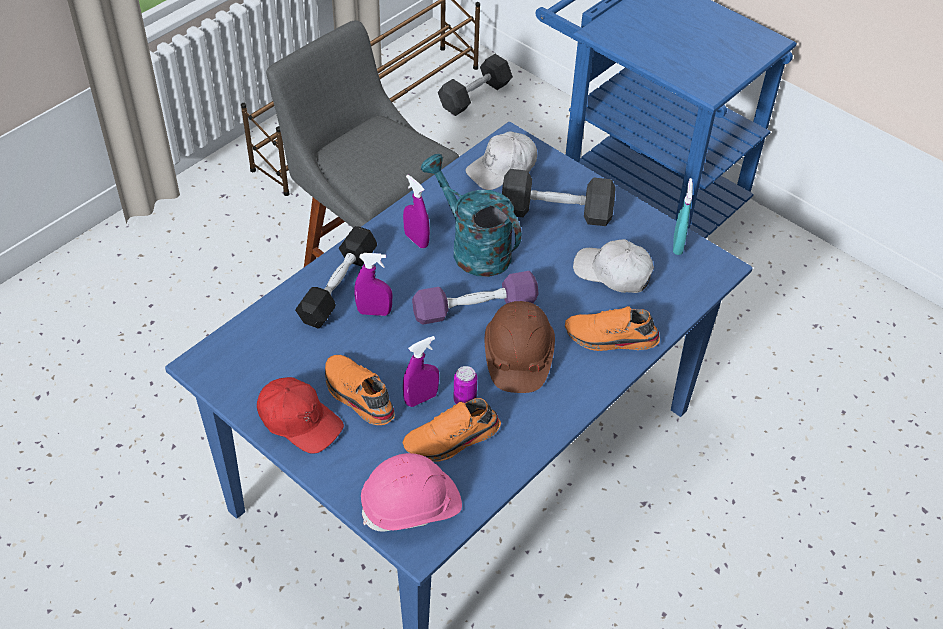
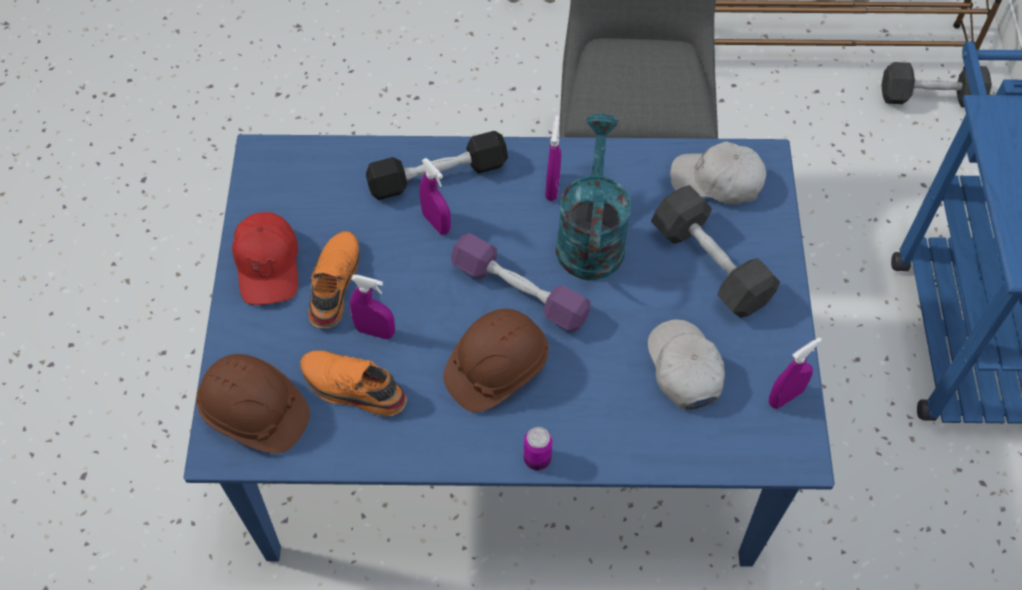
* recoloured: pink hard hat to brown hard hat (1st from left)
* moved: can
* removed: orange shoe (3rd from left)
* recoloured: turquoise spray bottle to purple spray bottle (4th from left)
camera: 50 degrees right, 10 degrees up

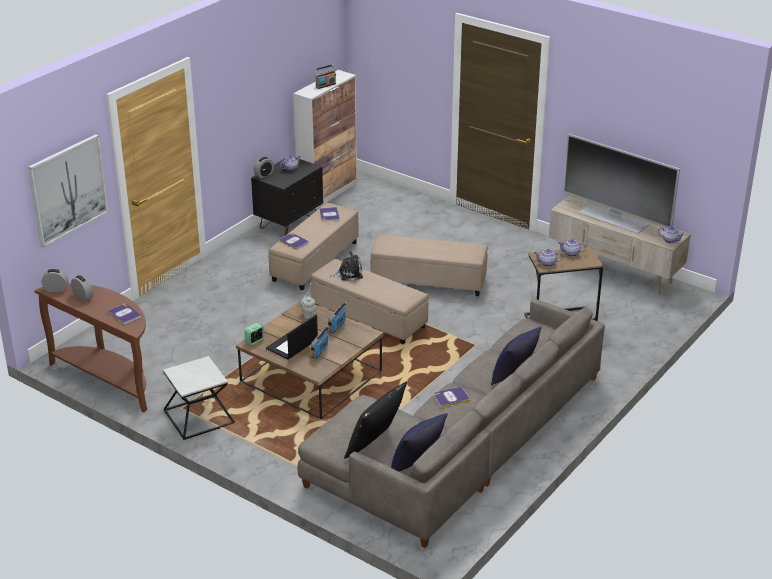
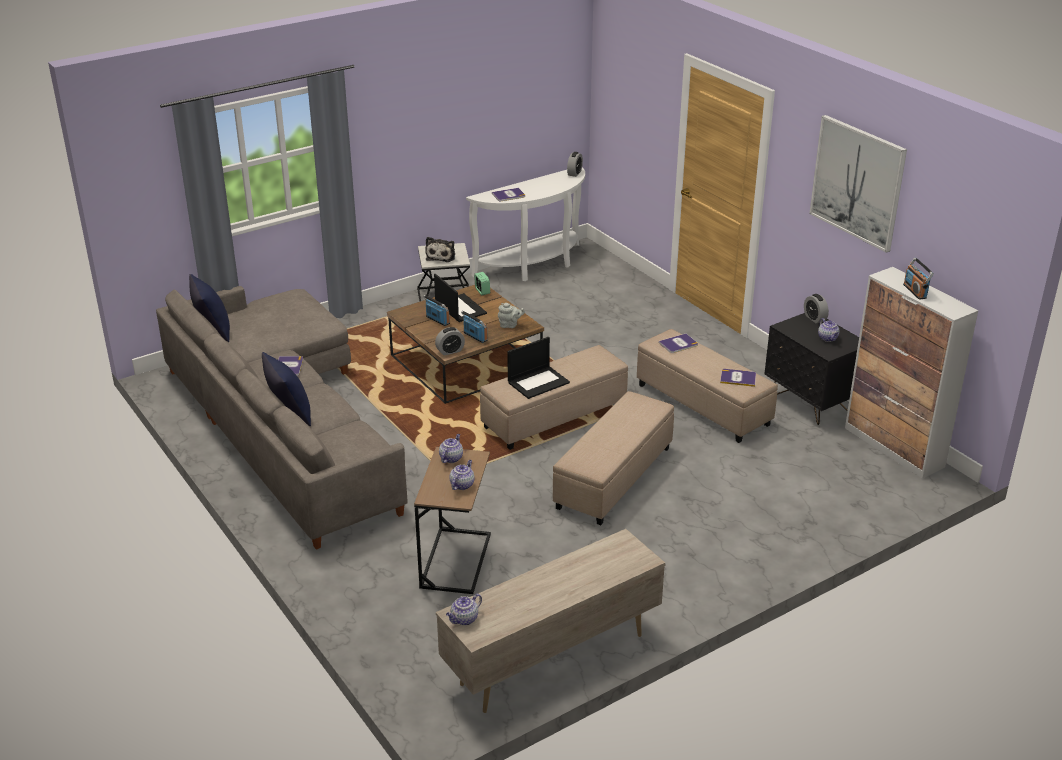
* moved: picture
* recoloured: brown console table to white console table
* moved: alarm clock (2nd from left in the first image) to alarm clock (1st from left)
* moved: plush toy
* removed: black pillow
* removed: television
* added: laptop (2nd from left)
camera: 110 degrees right, 0 degrees up

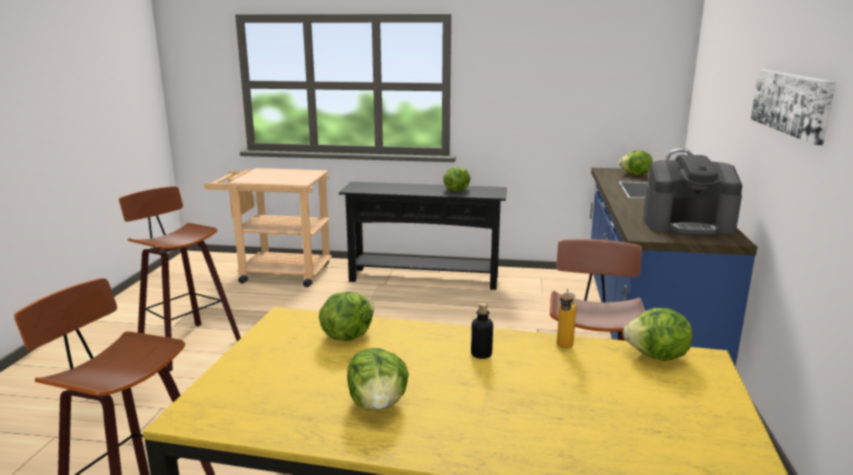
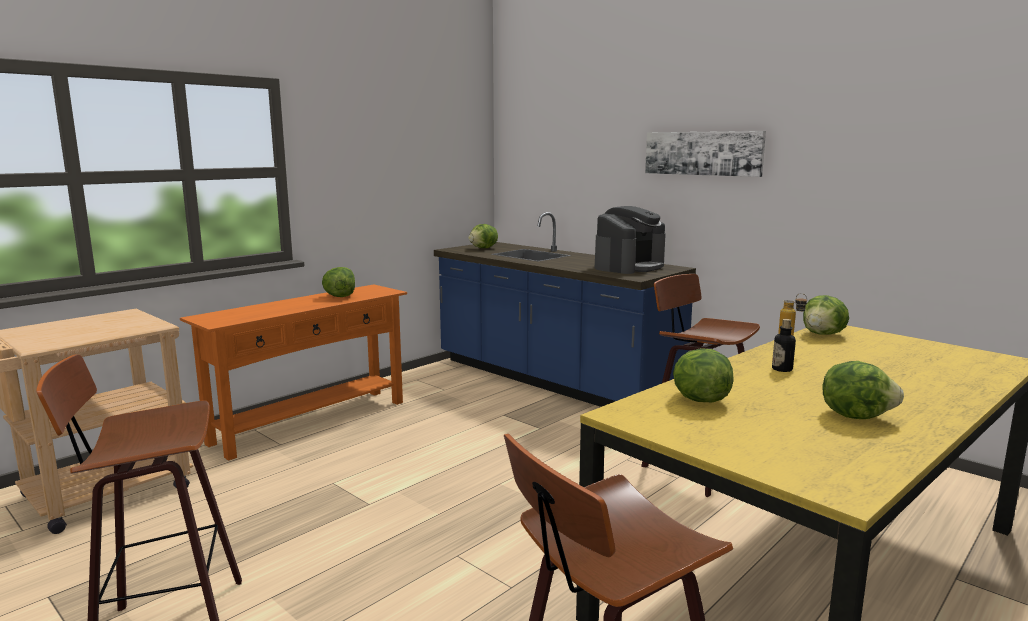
* recoloured: black console table to orange console table
camera: 55 degrees left, 5 degrees down

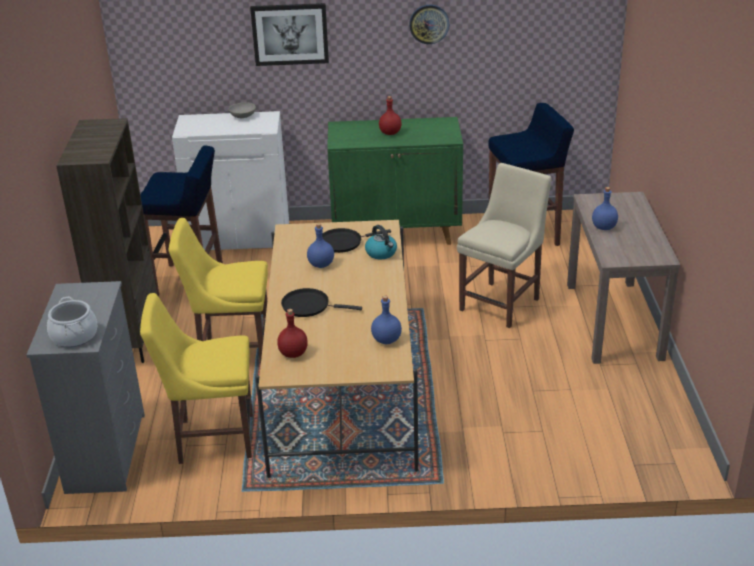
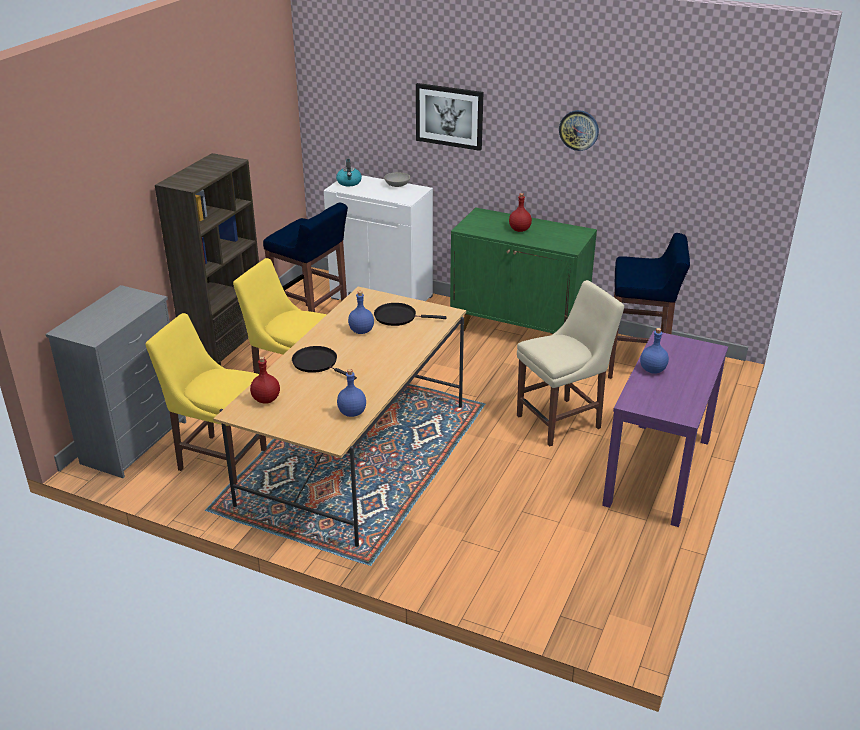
* removed: cooking pot
* moved: kettle
* recoloured: brown console table to purple console table
camera: 25 degrees right, 0 degrees up

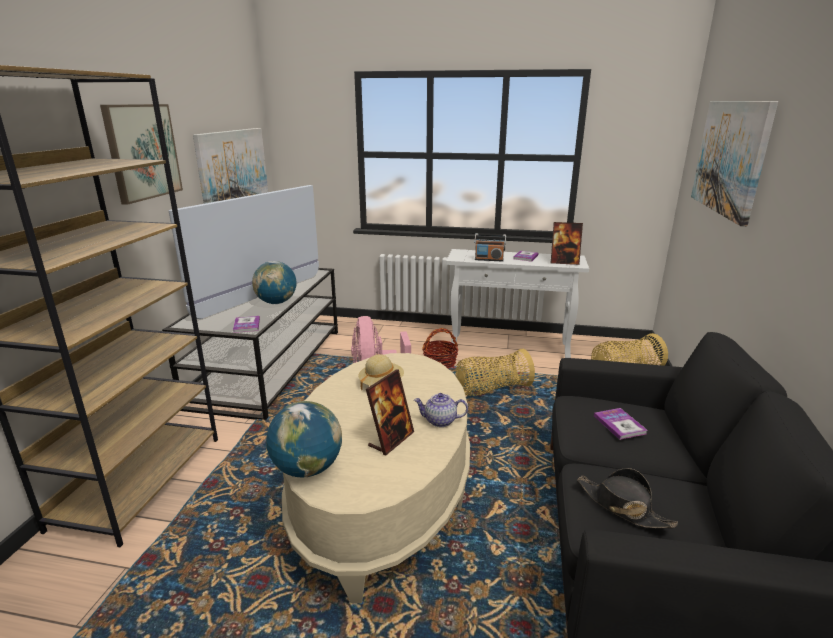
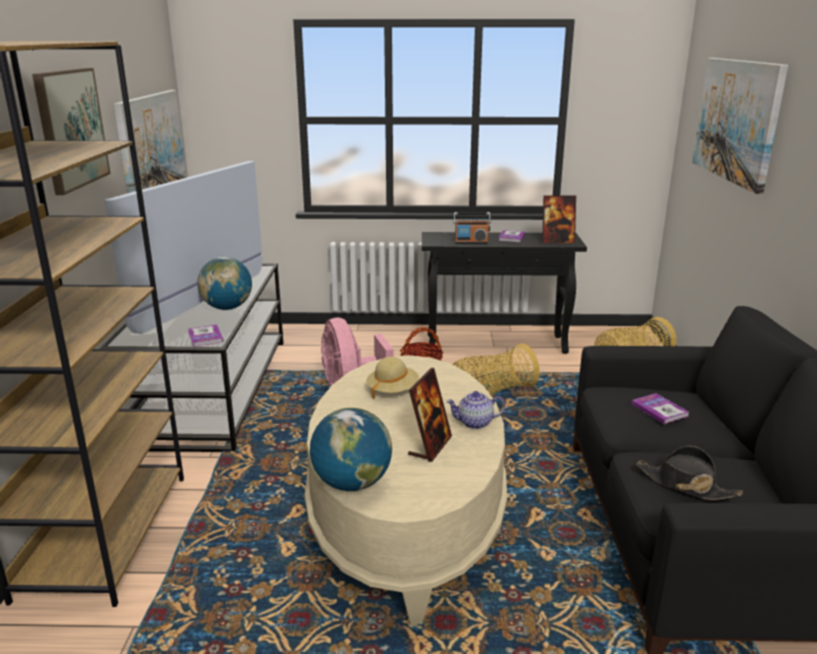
* recoloured: white console table to black console table
camera: 10 degrees left, 0 degrees up

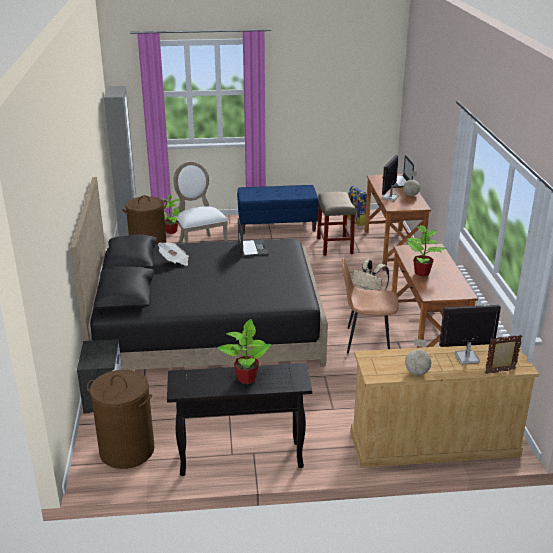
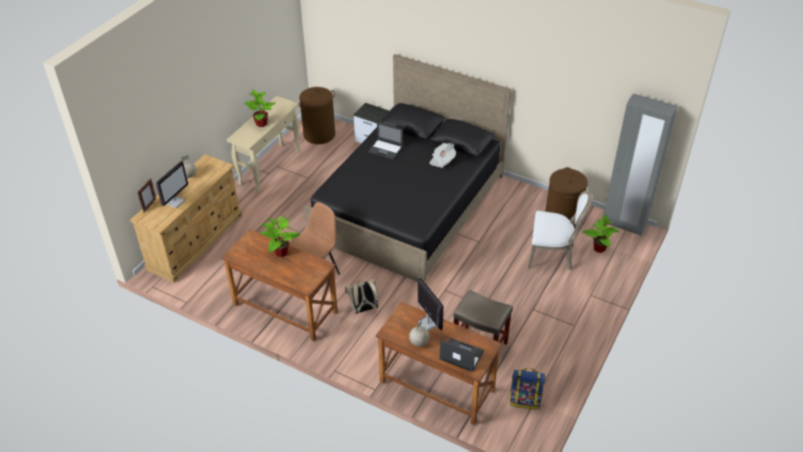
* recoloured: black console table to beige console table
* removed: blue bench
* moved: laptop (1st from left)
camera: 125 degrees right, 15 degrees up

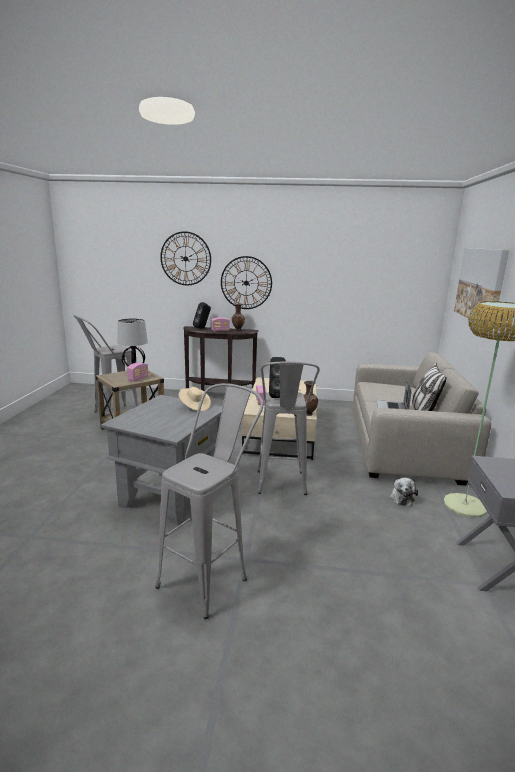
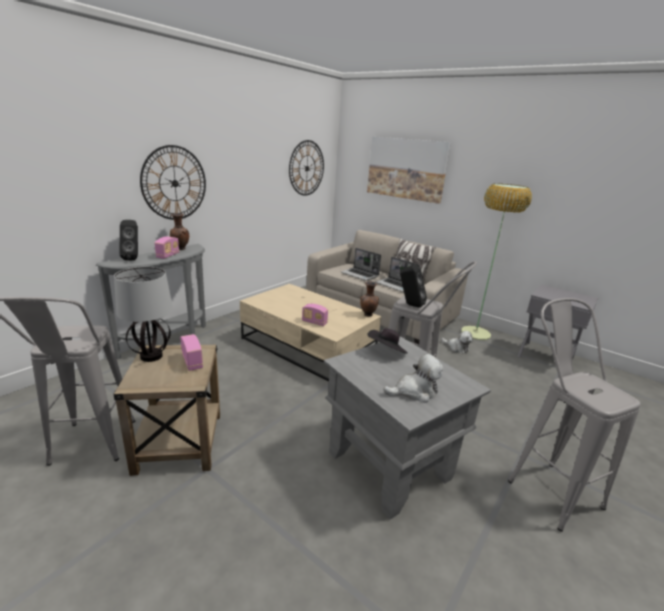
* moved: wall clock (1st from left in the first image) to wall clock (2nd from left)
* recoloured: beige hat to black hat
* recoloured: brown console table to grey console table
* added: laptop (1st from left)
* added: plush toy (1st from left)
camera: 60 degrees left, 5 degrees up

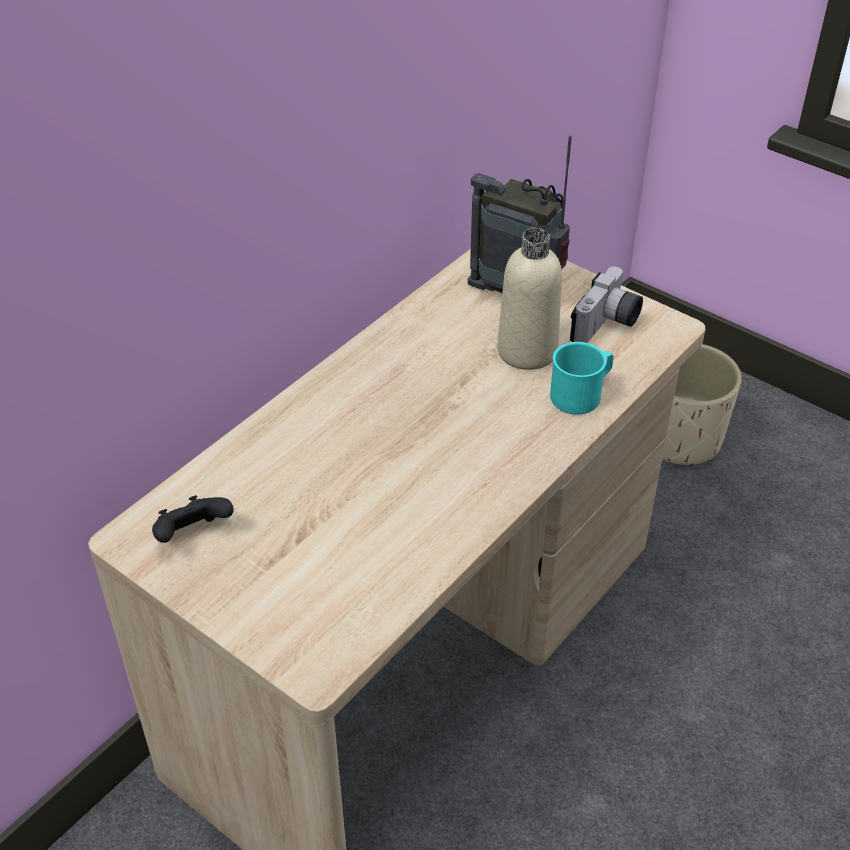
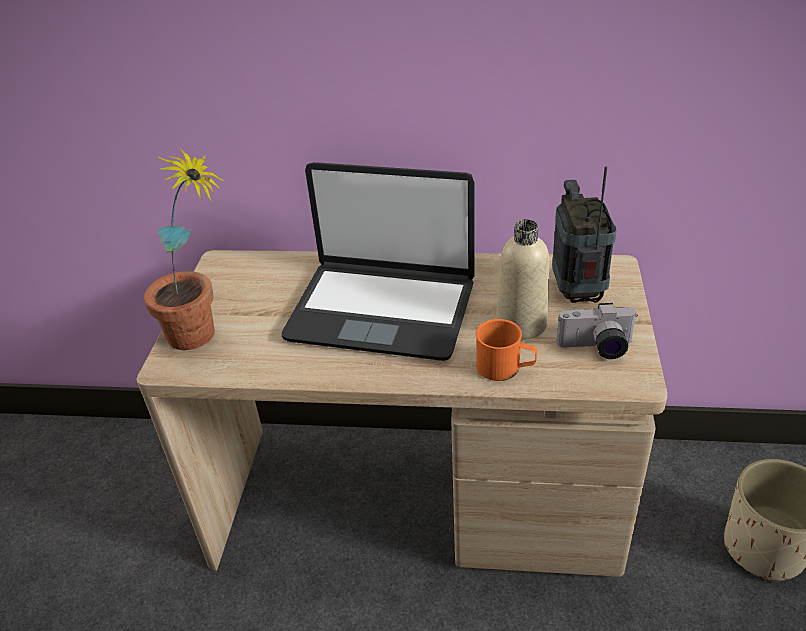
* removed: black game controller
* recoloured: turquoise mug to orange mug
* added: potted plant
* added: laptop
camera: 60 degrees right, 5 degrees down

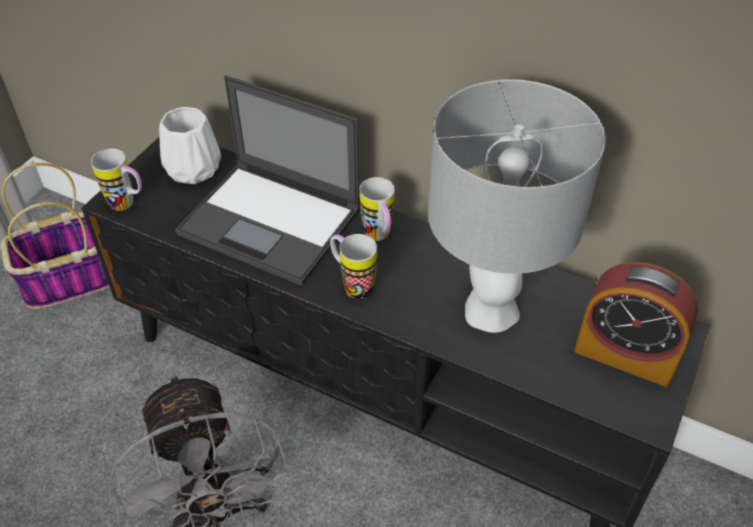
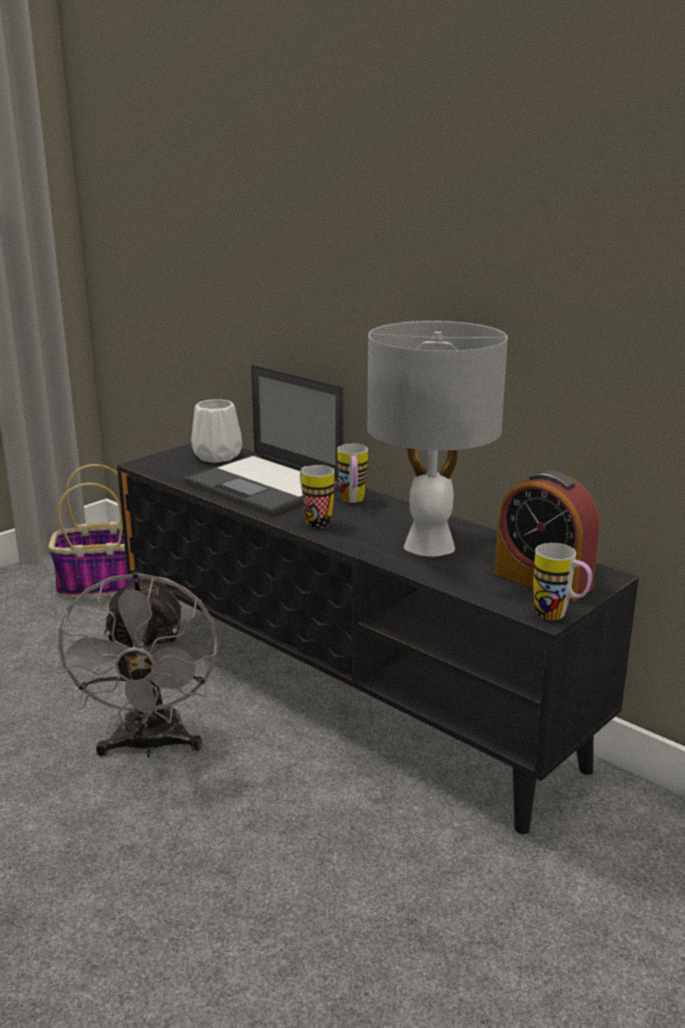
* moved: mug (1st from left in the first image) to mug (3rd from left)
camera: 15 degrees right, 25 degrees down

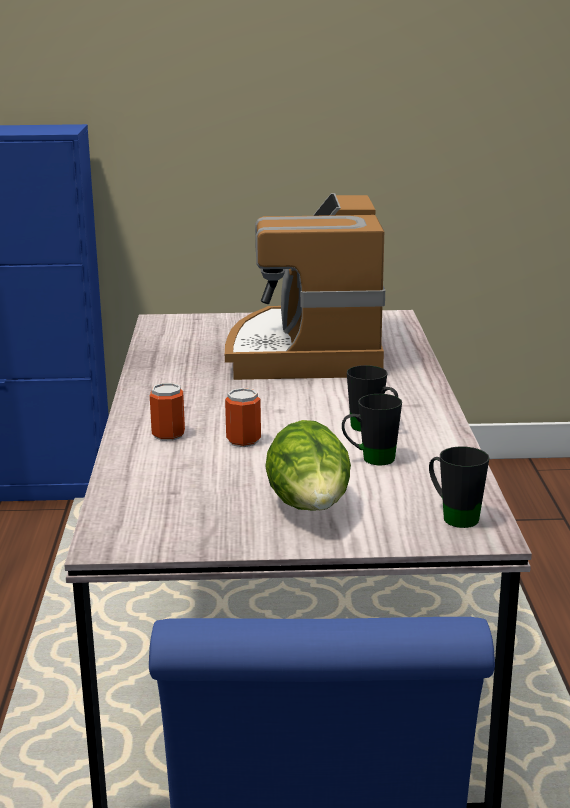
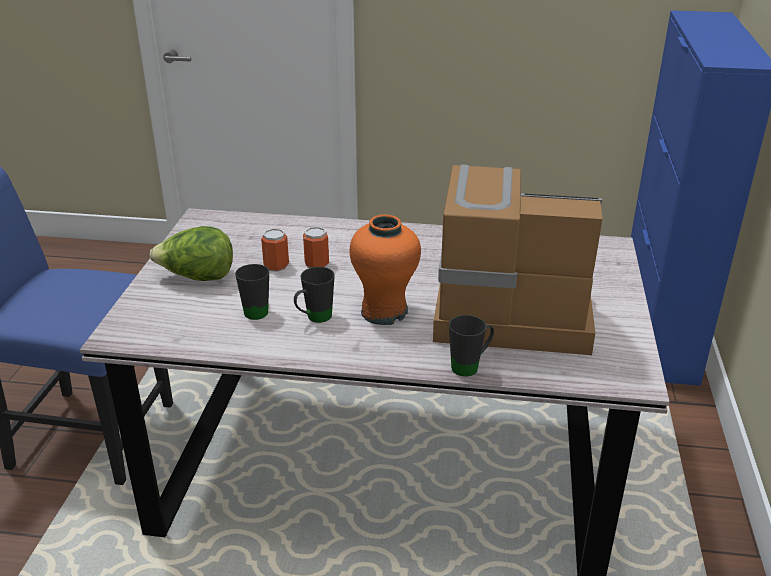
* moved: can (1st from left)
* moved: black mug (3rd from left)
* added: orange vase
camera: 100 degrees right, 10 degrees up

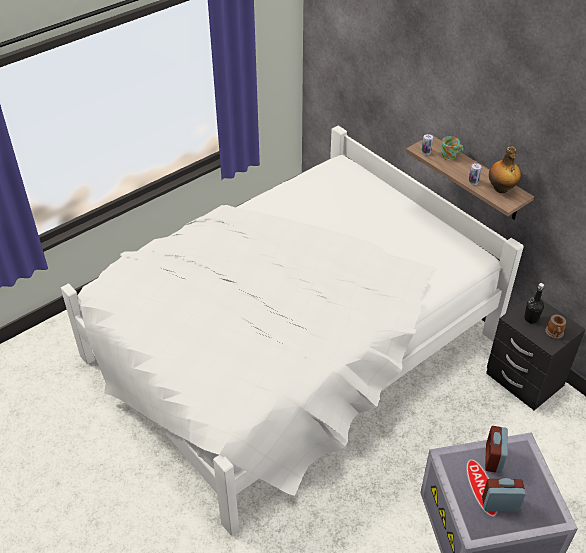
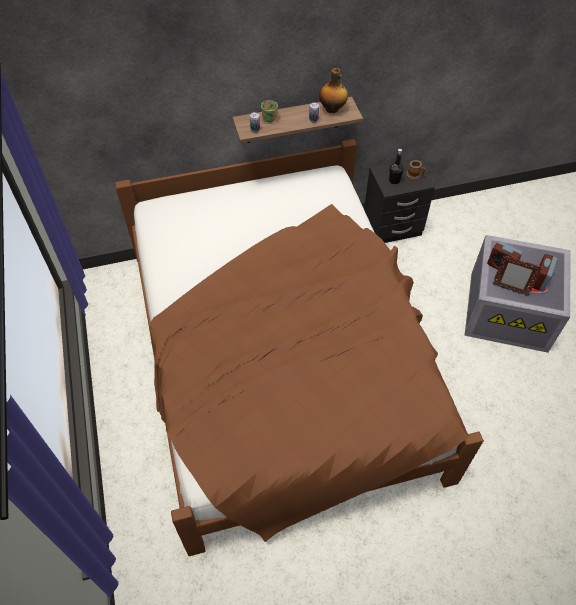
* recoloured: white bed to brown bed
* added: picture frame
camera: 65 degrees left, 10 degrees up

